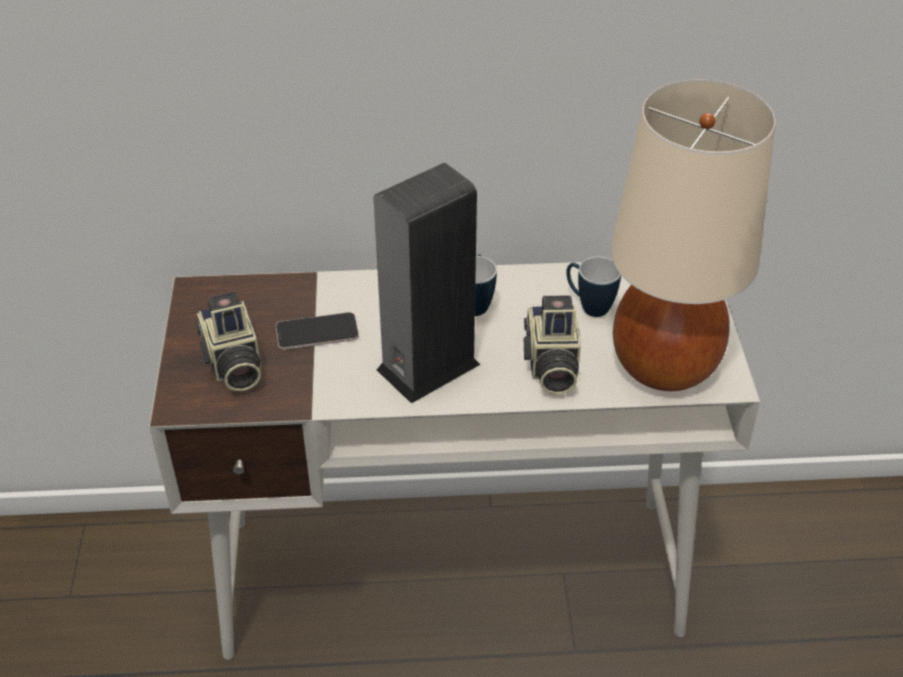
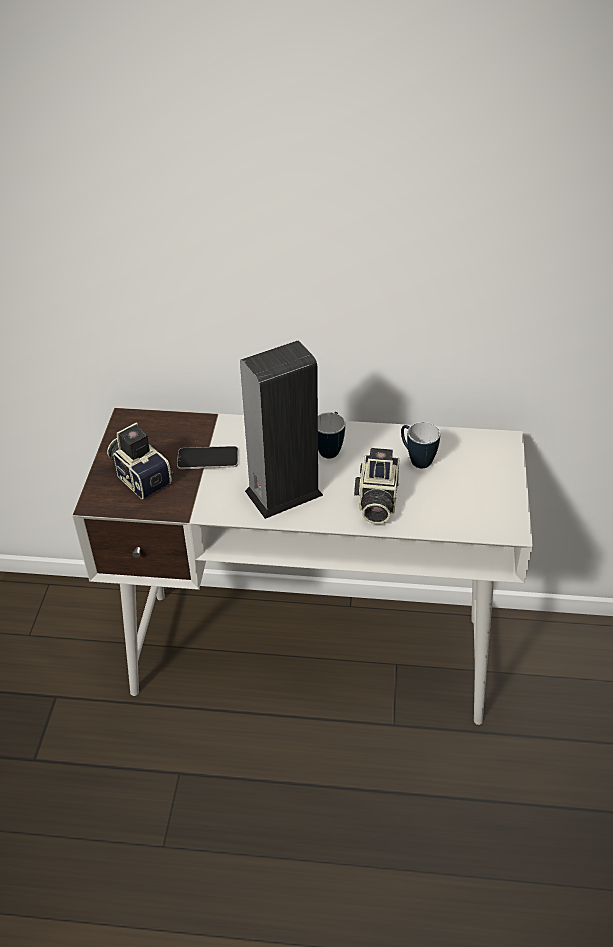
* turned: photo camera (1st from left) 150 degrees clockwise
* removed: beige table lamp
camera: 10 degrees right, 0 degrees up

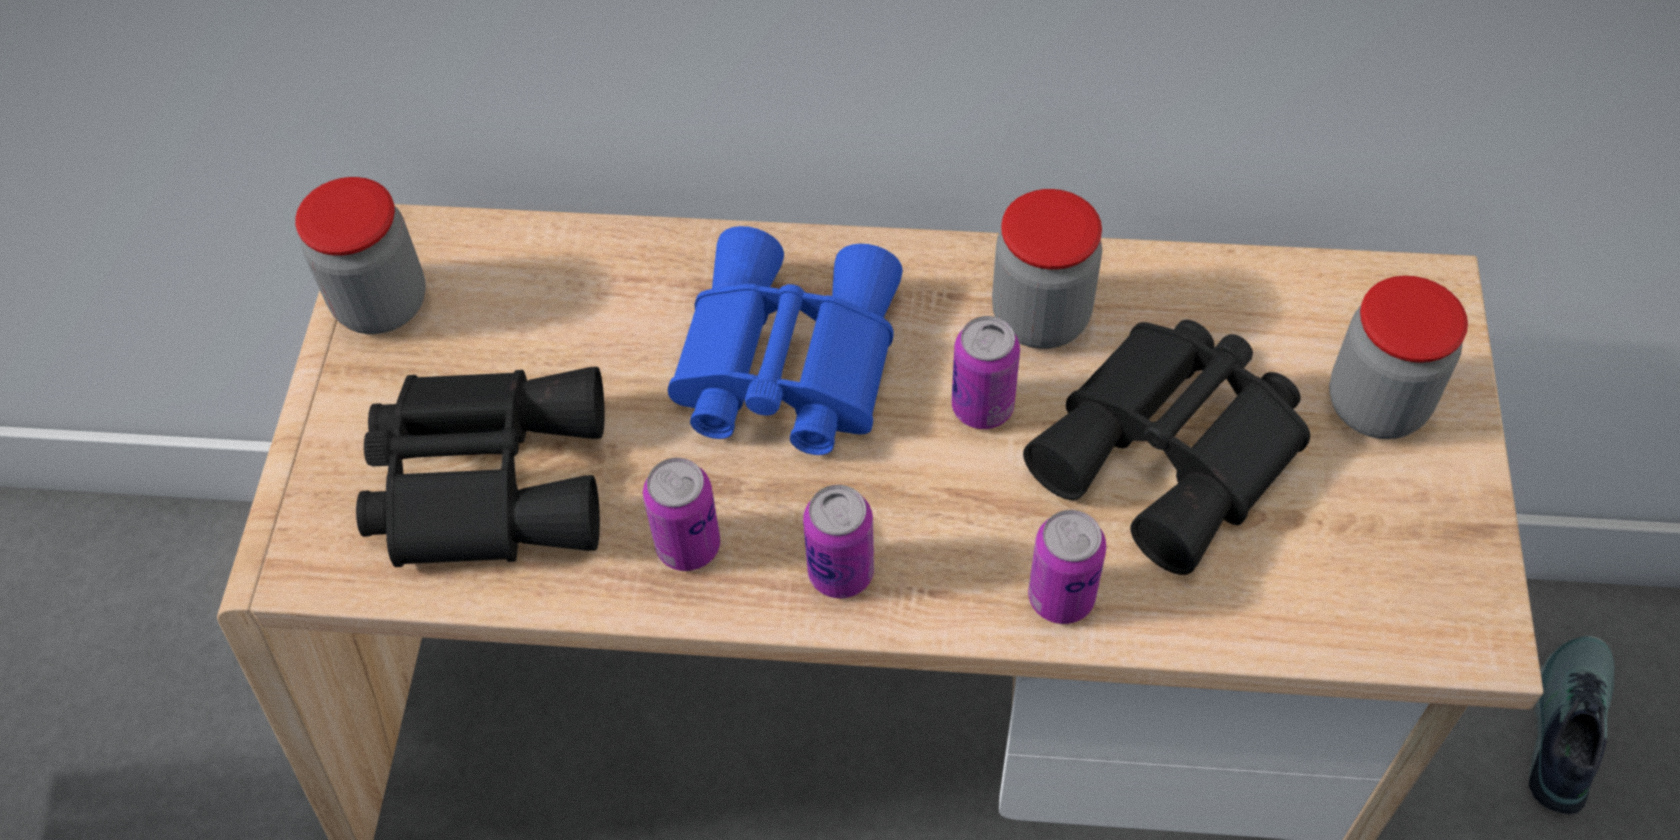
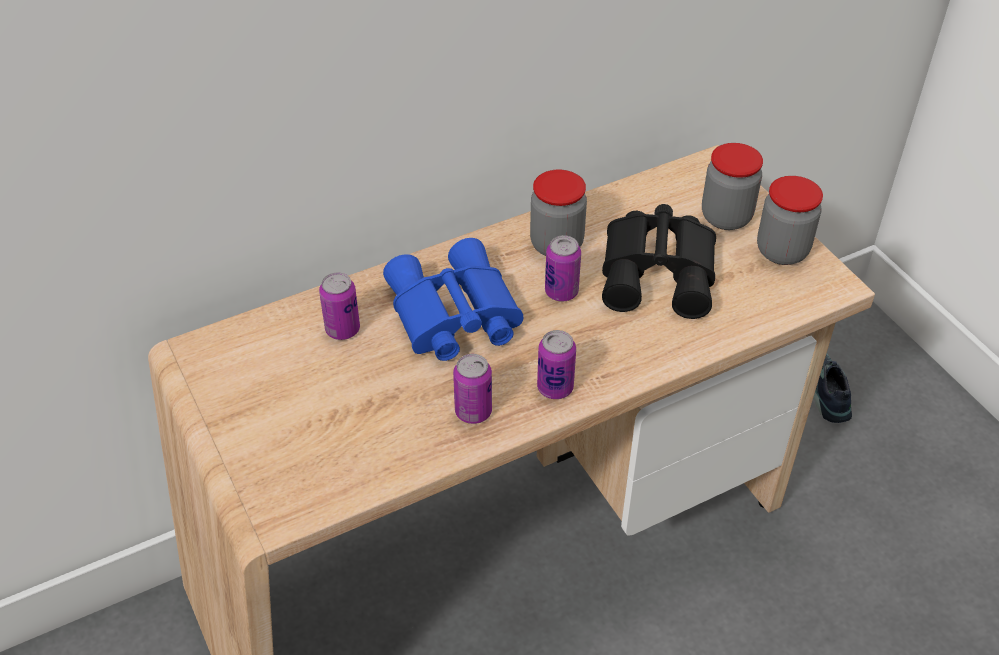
* moved: jar (1st from left in the first image) to jar (3rd from left)
* removed: black binoculars (1st from left)
* moved: can (4th from left in the first image) to can (1st from left)
camera: 35 degrees left, 10 degrees down

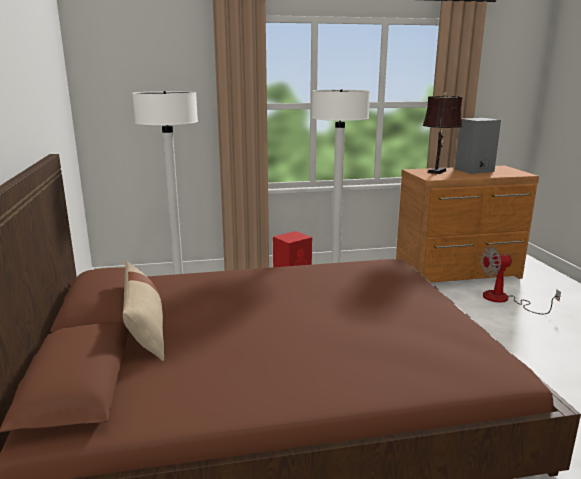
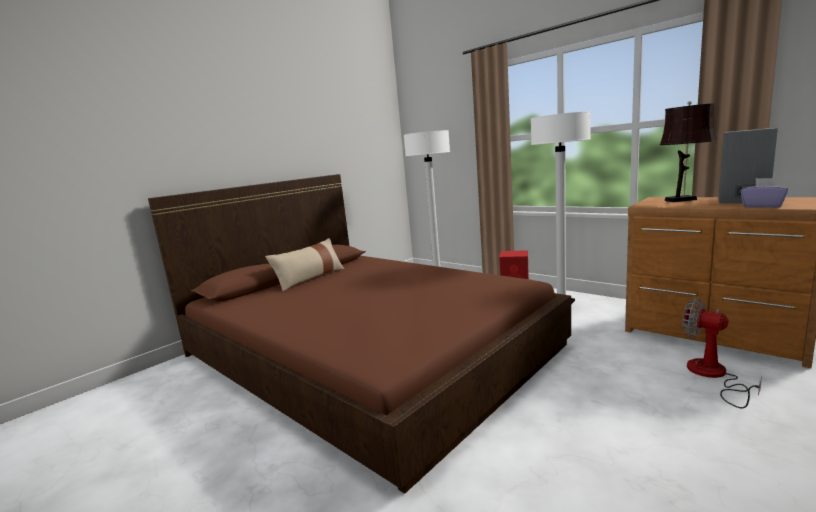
* added: purple tissue box
camera: 55 degrees right, 5 degrees down

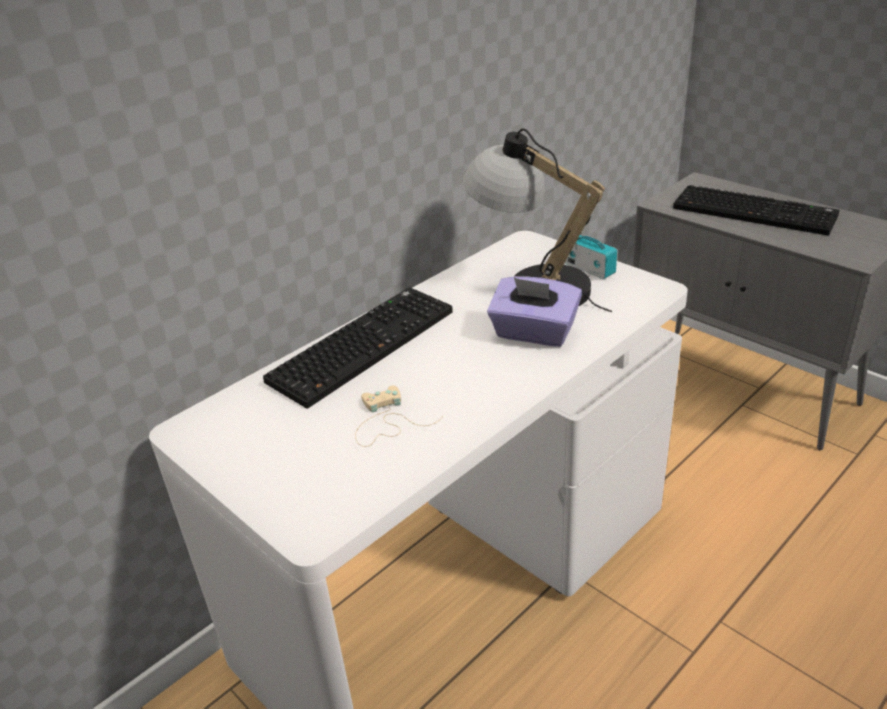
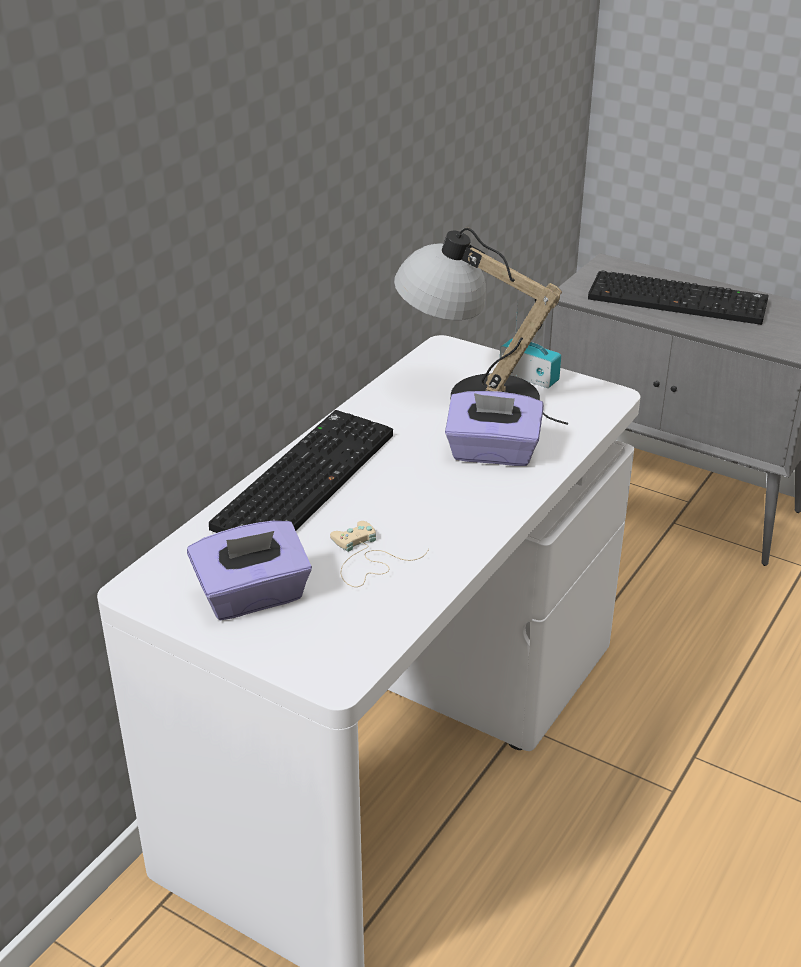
* added: purple tissue box (1st from left)
camera: 15 degrees left, 0 degrees up

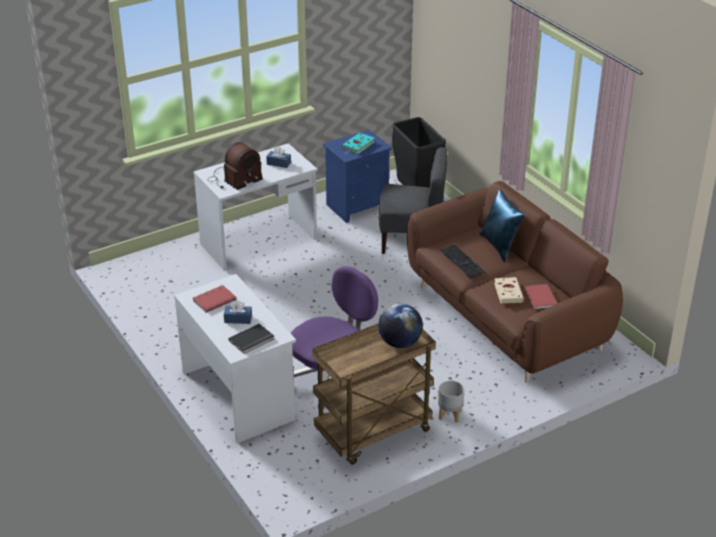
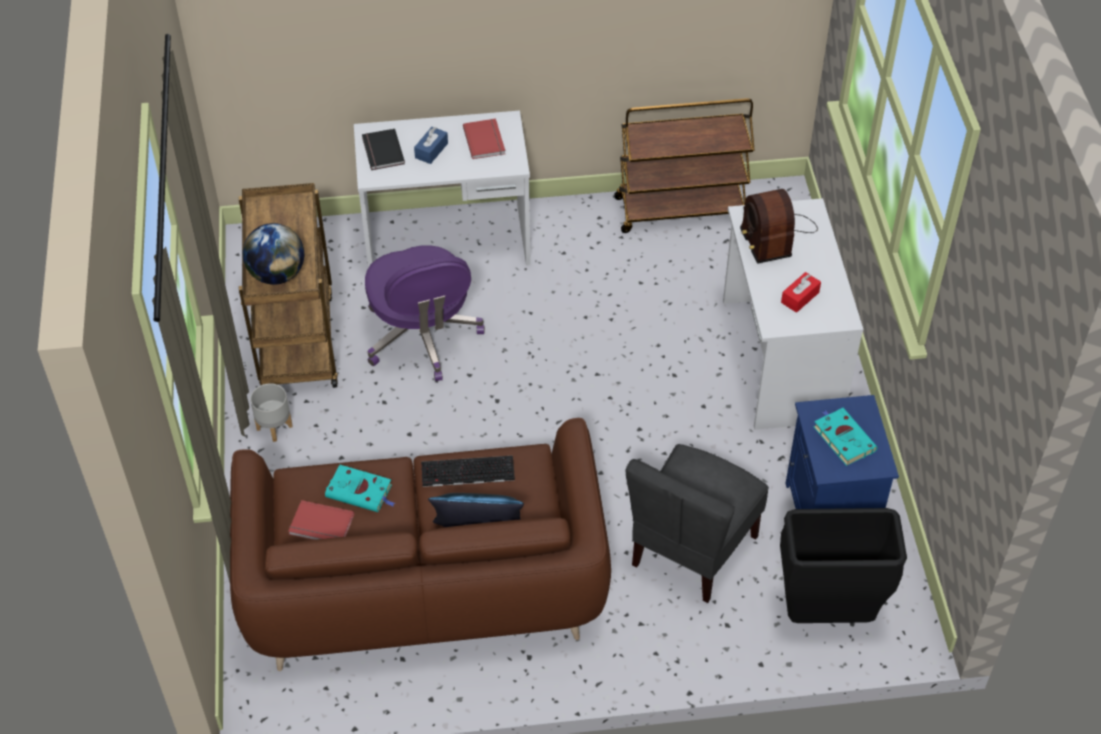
* recoloured: blue tissue box (2nd from left) to red tissue box
* recoloured: beige book to turquoise book (1st from left)
* added: brown cart (2nd from left)
camera: 115 degrees right, 15 degrees up

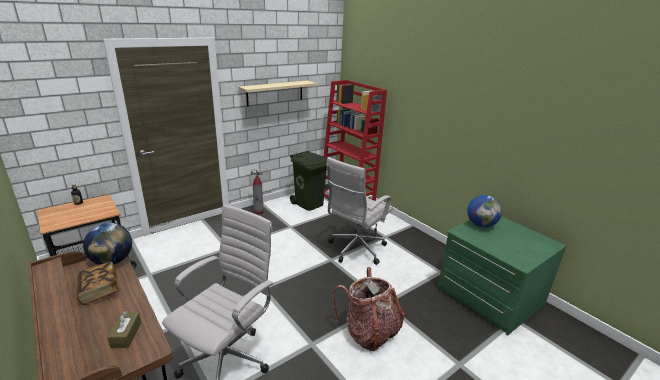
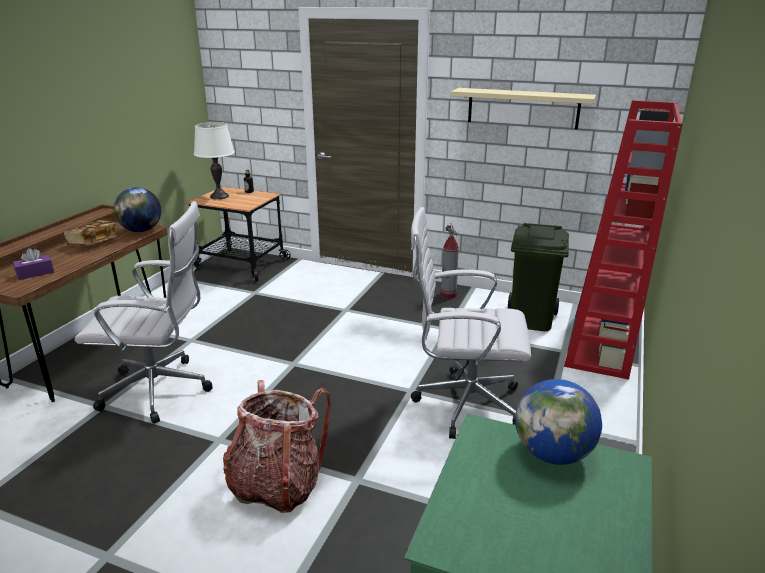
* recoloured: brown tissue box to purple tissue box
* added: white table lamp
camera: 60 degrees right, 0 degrees up

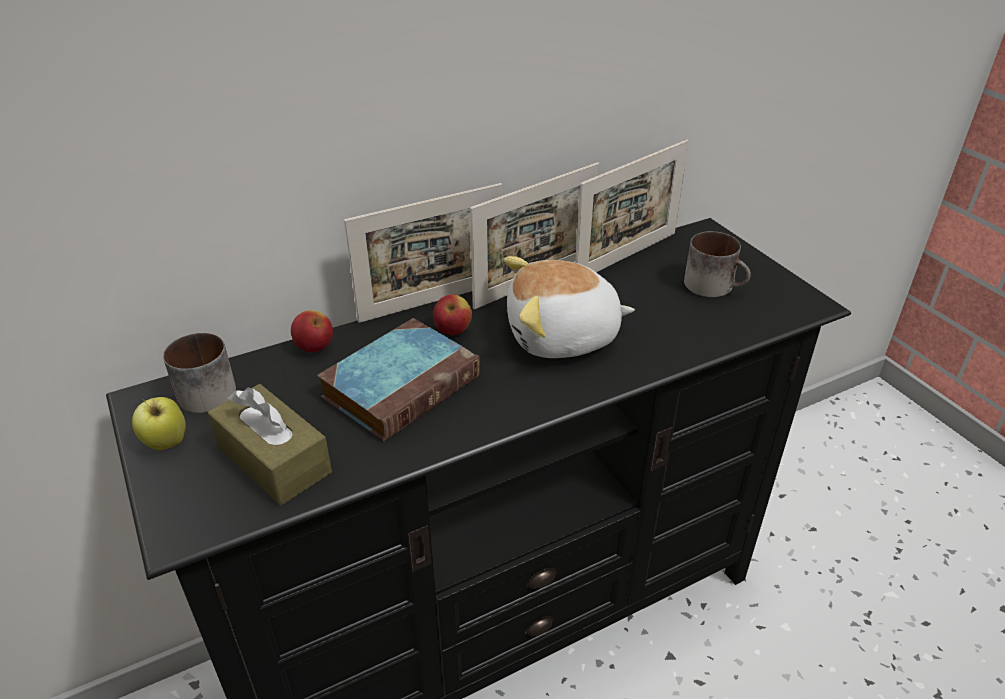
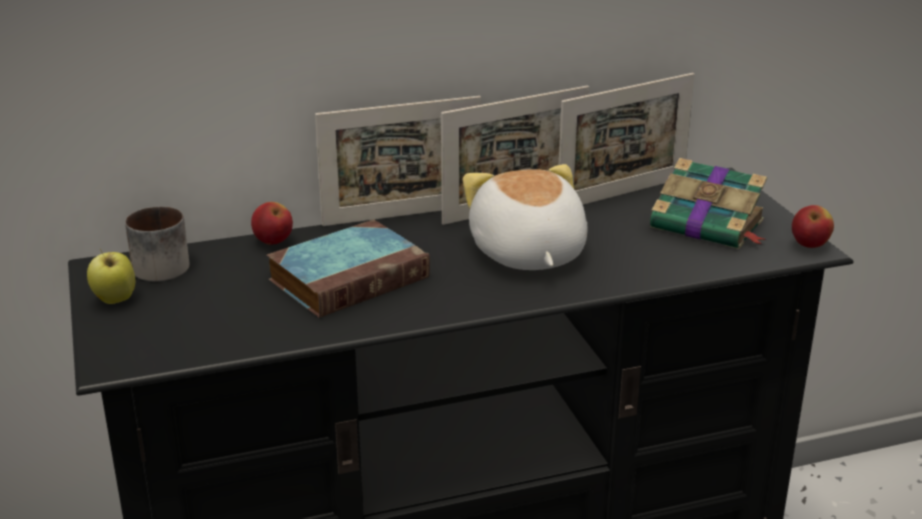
* removed: brown tissue box
* moved: apple (3rd from left)
* turned: plush toy 75 degrees clockwise
* replaced: mug (2nd from left) to book (2nd from left)
camera: 10 degrees right, 10 degrees down

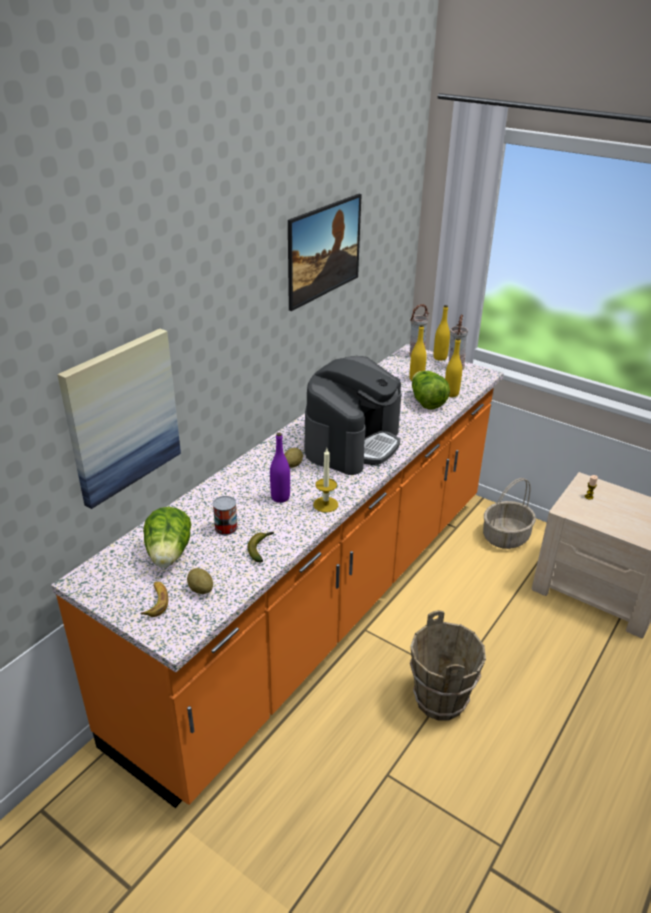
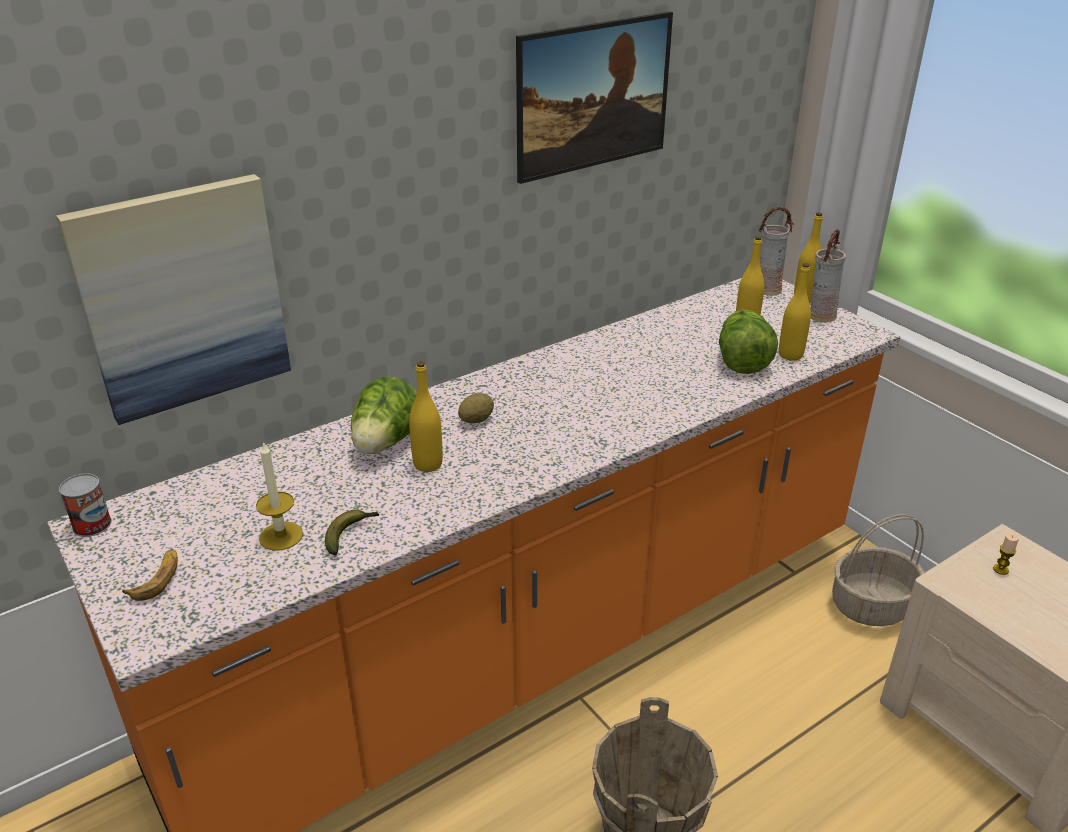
* moved: lettuce (1st from left)
* removed: potato (1st from left)
* moved: can
* recoloured: purple bottle to yellow bottle (1st from left)
* removed: coffee machine
* moved: candle (1st from left)
camera: 20 degrees right, 0 degrees up

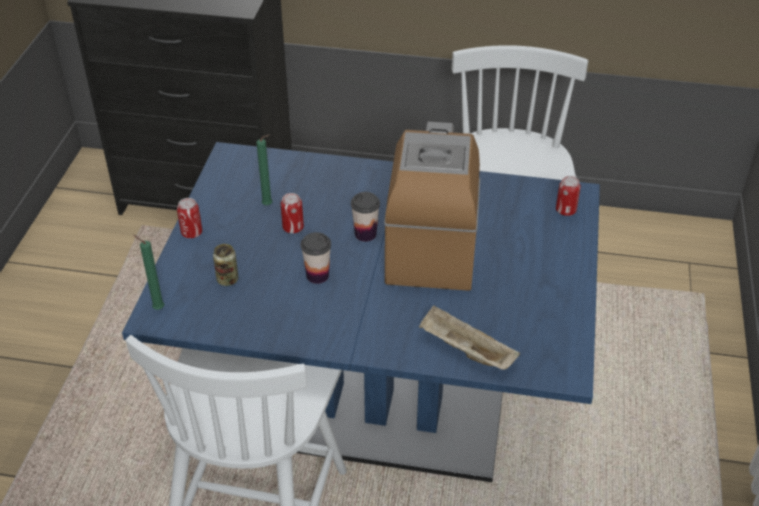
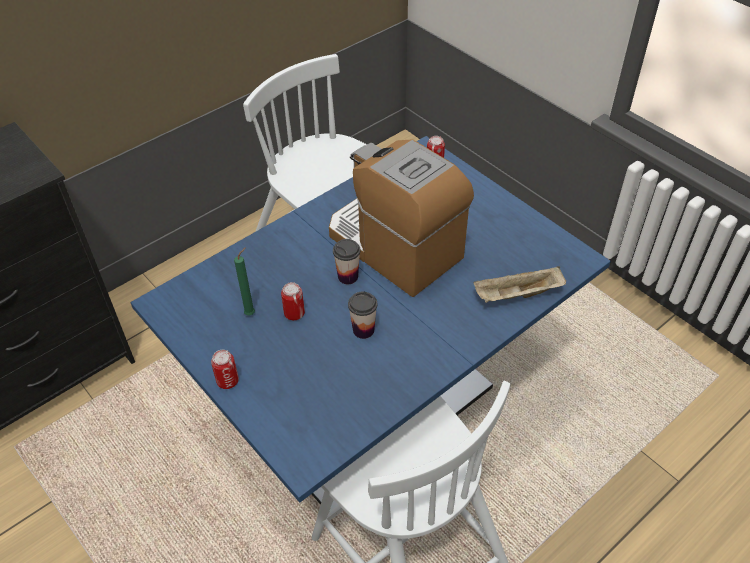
* removed: green candle (1st from left)
* removed: can (2nd from left)
camera: 50 degrees left, 5 degrees up

